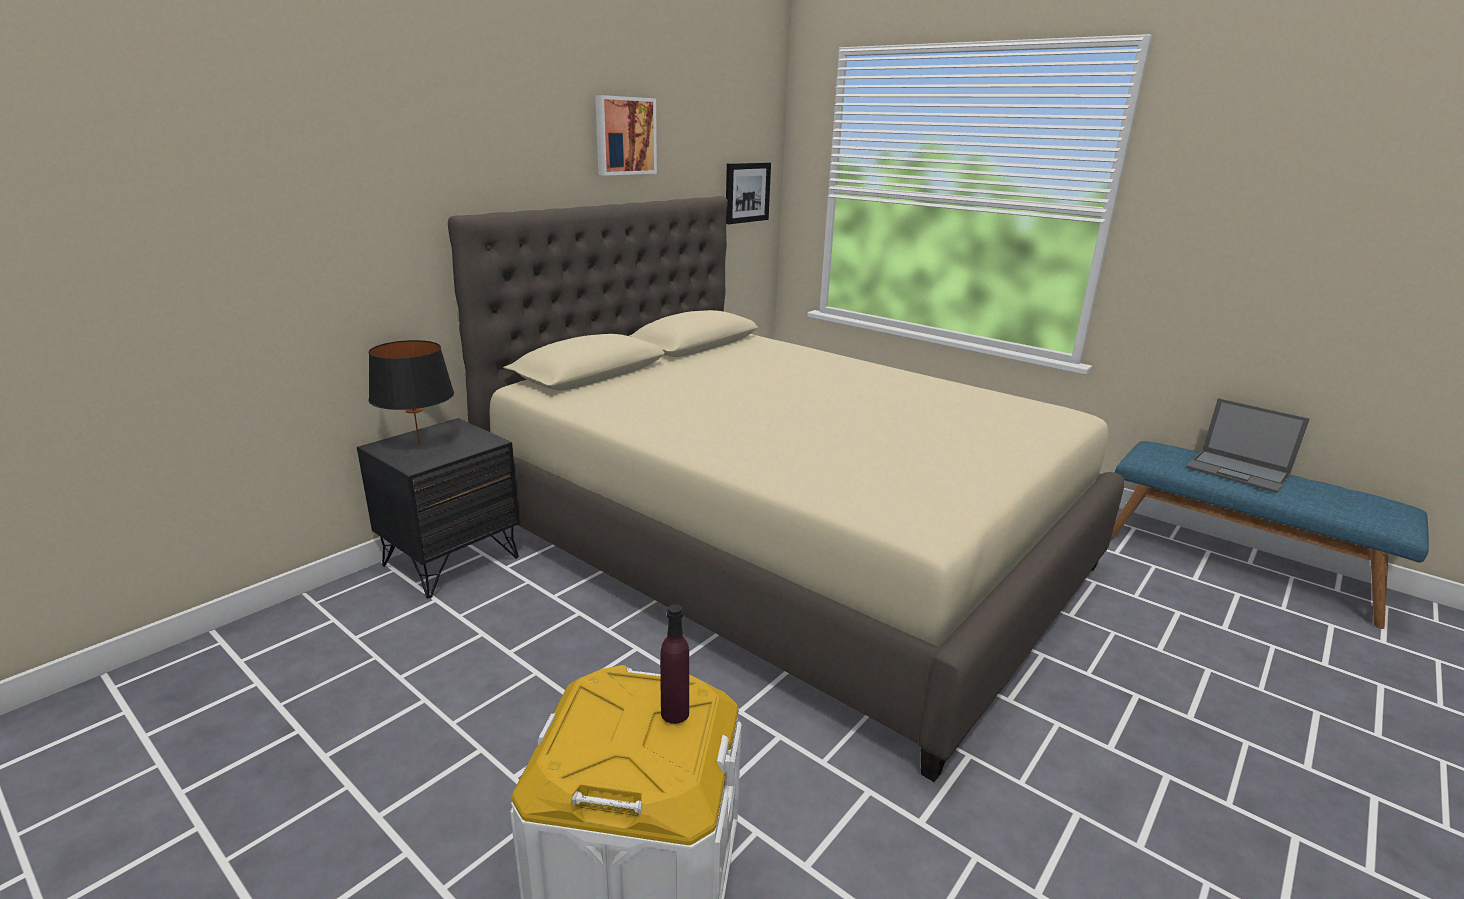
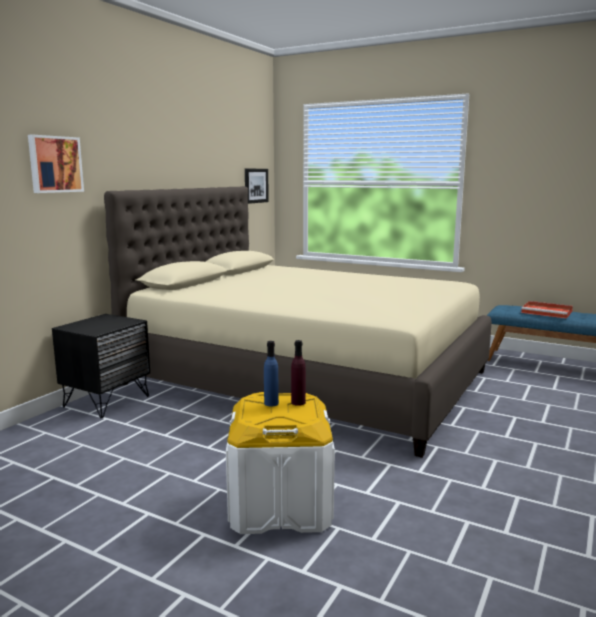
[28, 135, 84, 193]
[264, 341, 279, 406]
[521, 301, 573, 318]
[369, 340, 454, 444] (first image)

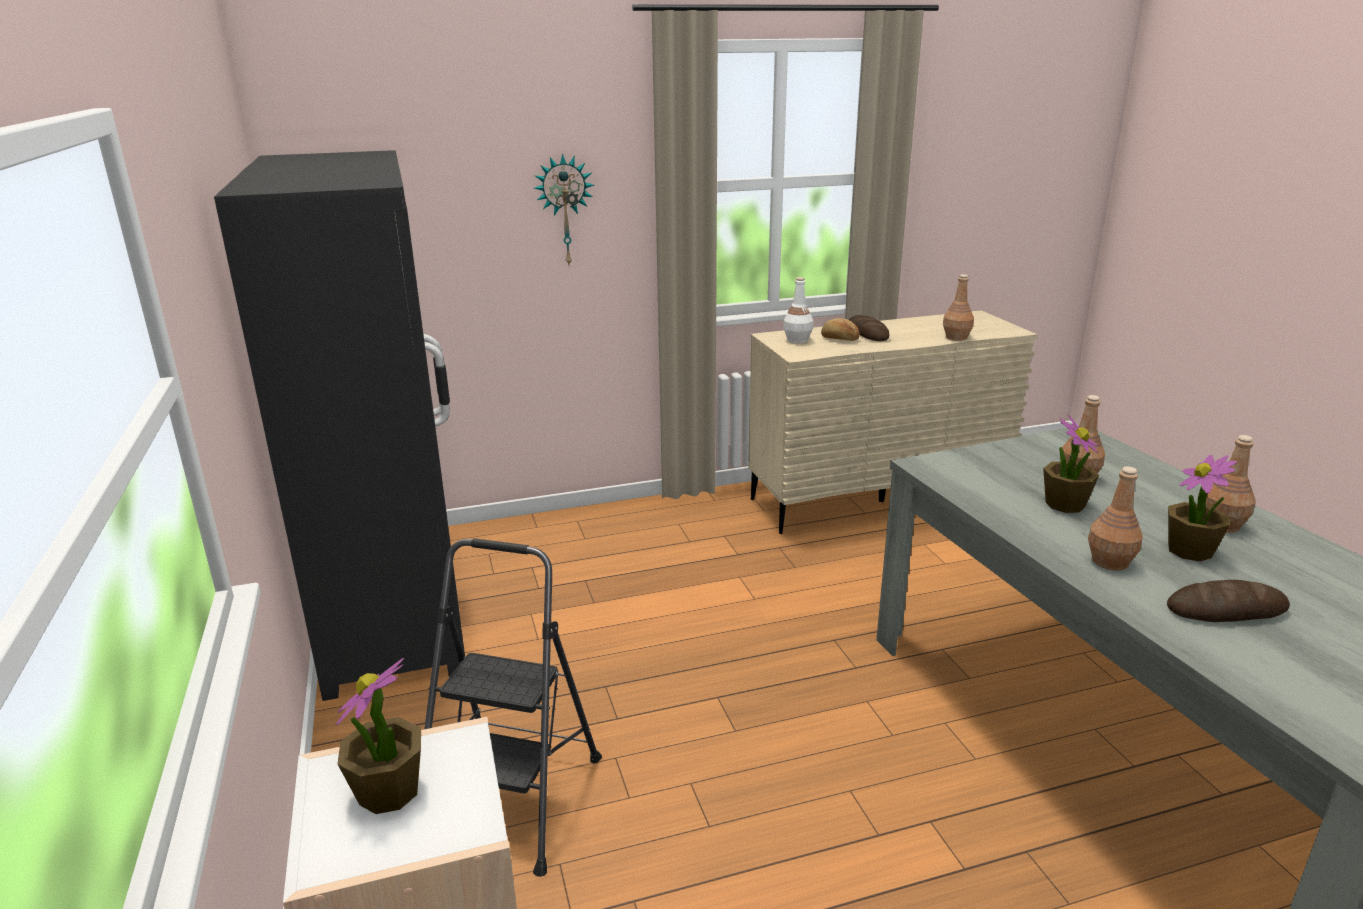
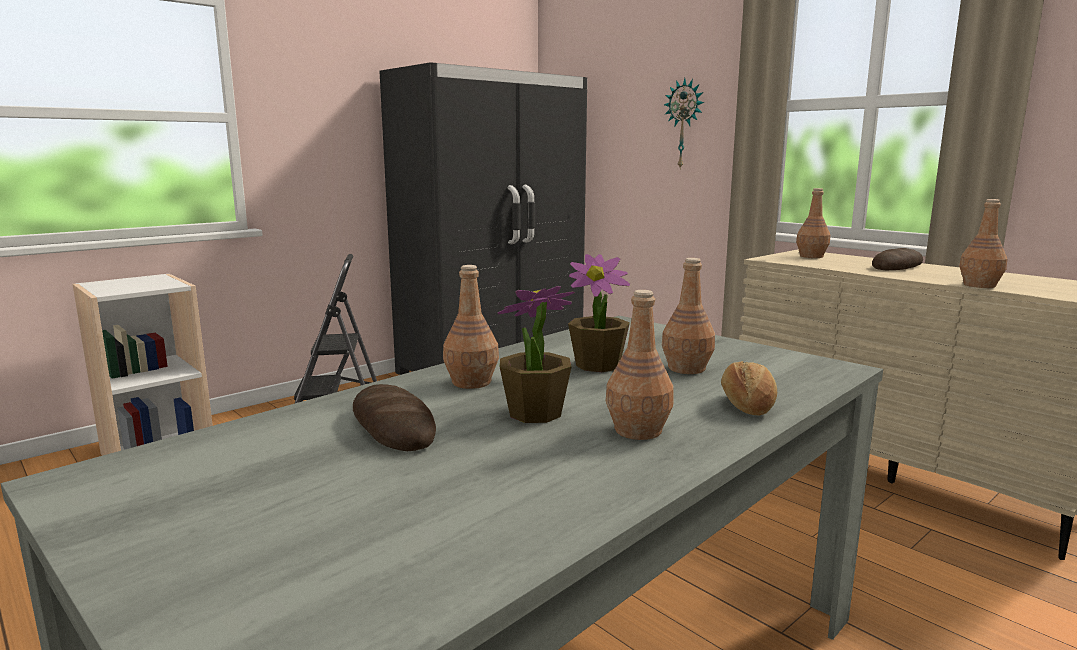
[721, 361, 777, 415]
[796, 188, 830, 258]
[336, 658, 421, 814] (first image)

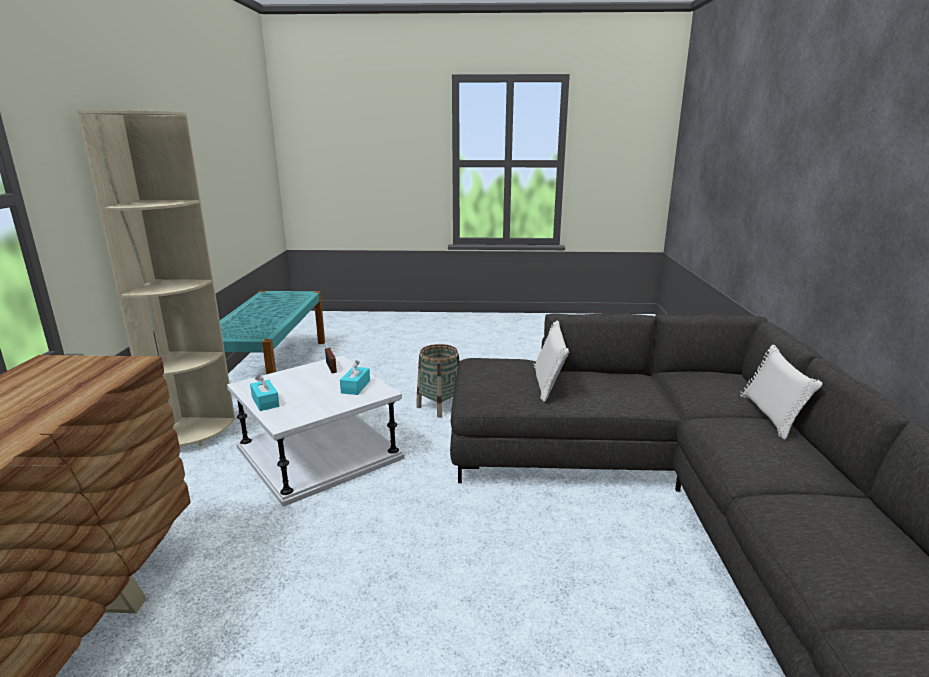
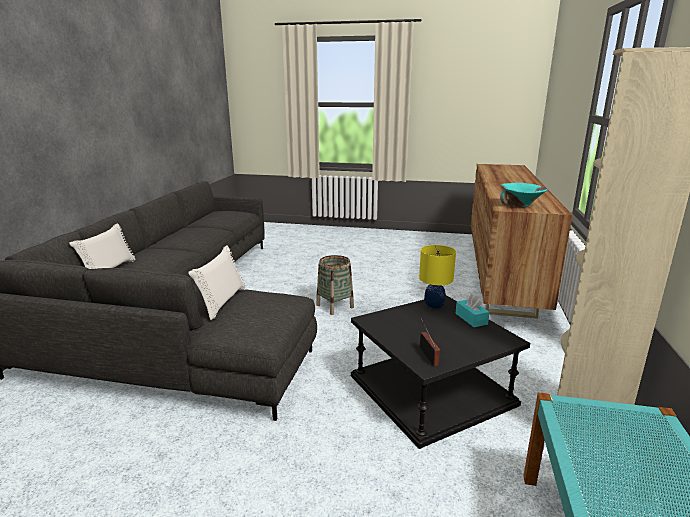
[316, 255, 354, 315]
[351, 295, 530, 449]
[419, 245, 456, 309]
[500, 183, 548, 207]
[340, 360, 370, 395] (first image)

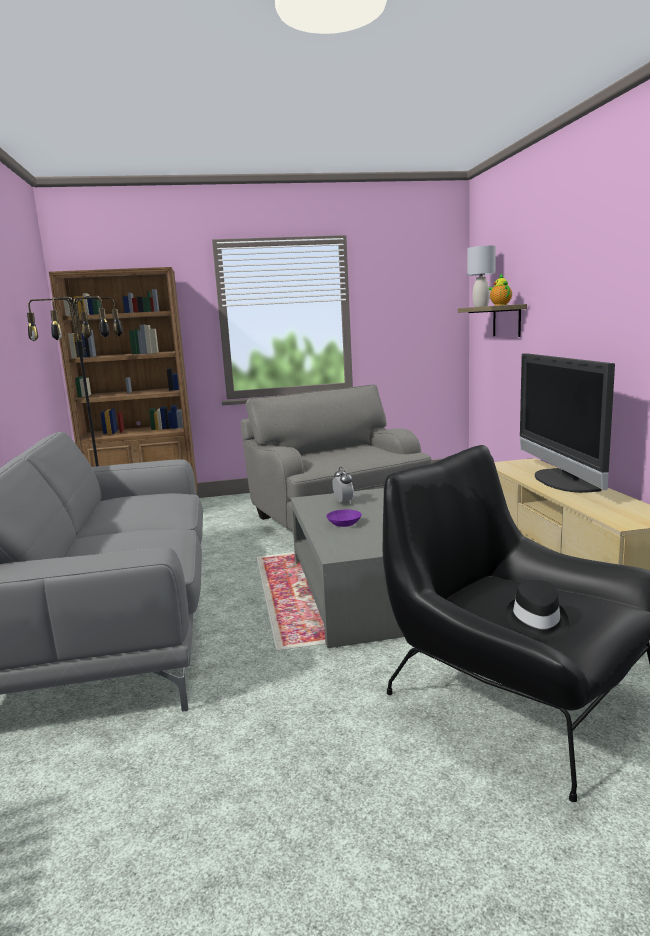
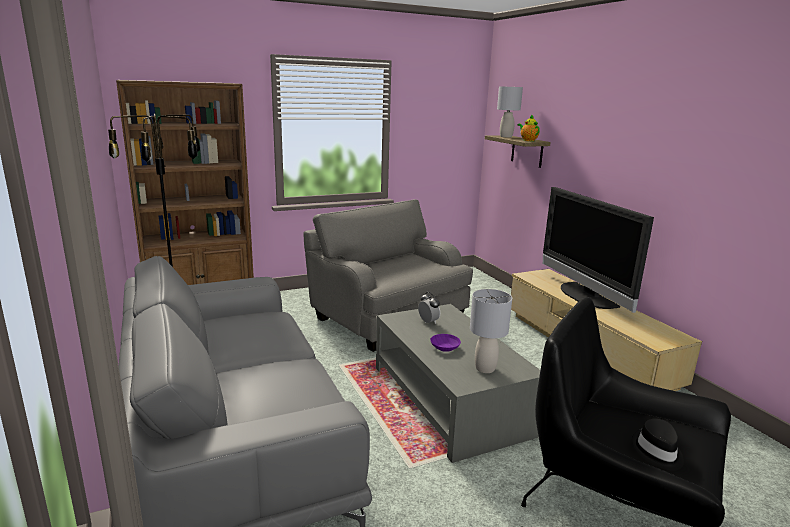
[470, 289, 512, 373]

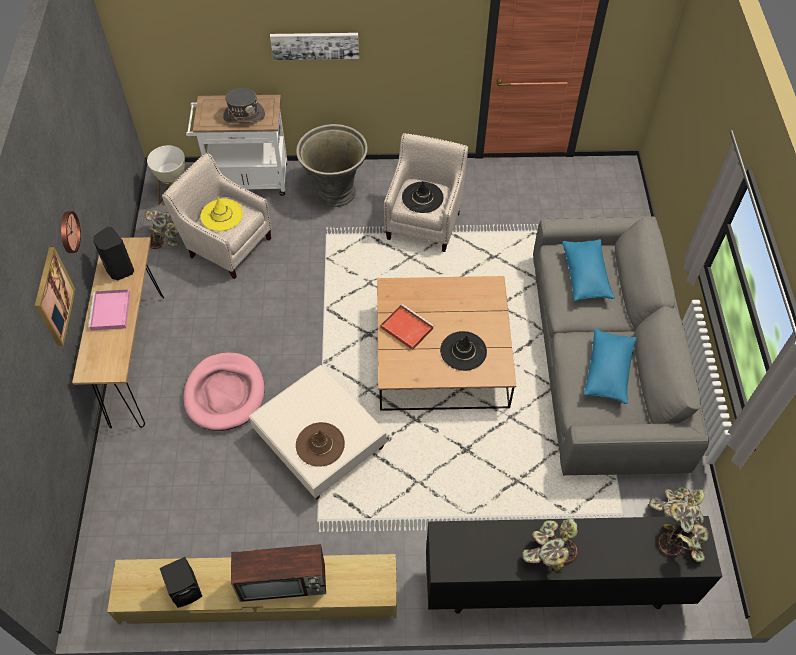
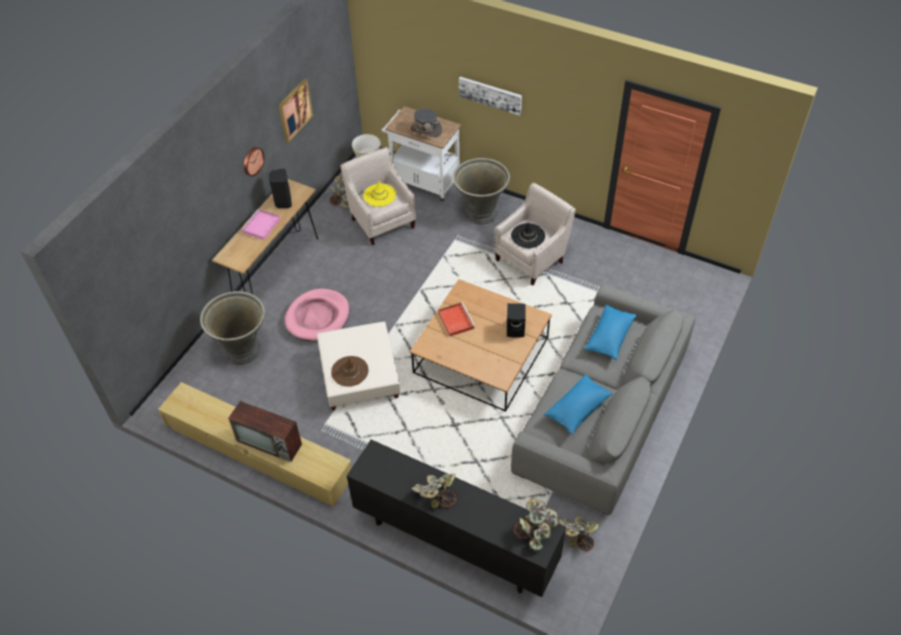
[200, 291, 265, 364]
[279, 79, 313, 143]
[507, 303, 526, 338]
[440, 331, 487, 371] (first image)

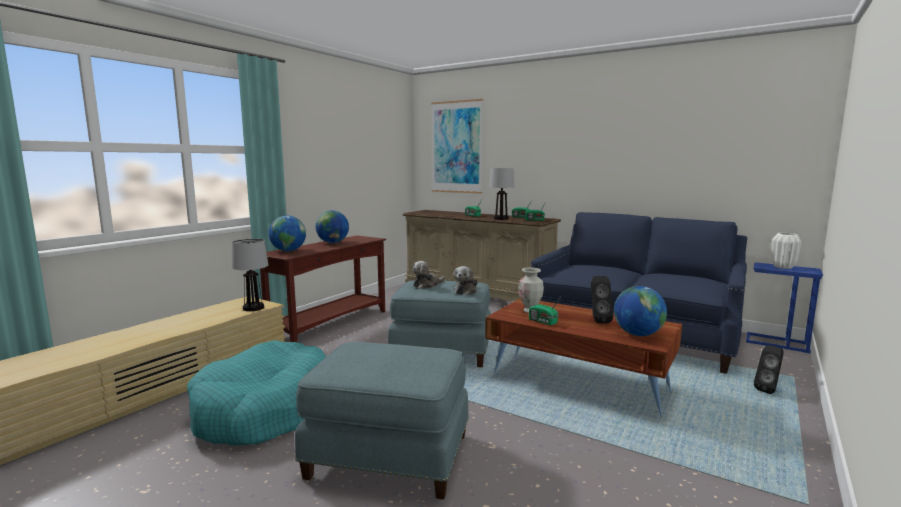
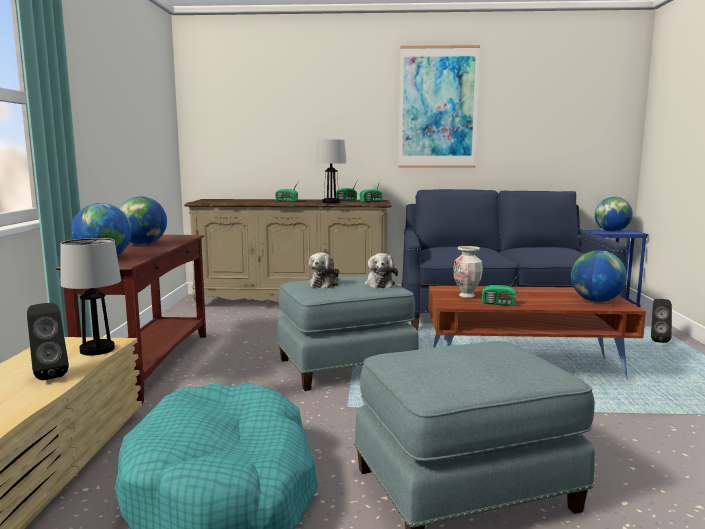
[27, 303, 69, 380]
[398, 45, 480, 168]
[595, 197, 633, 232]

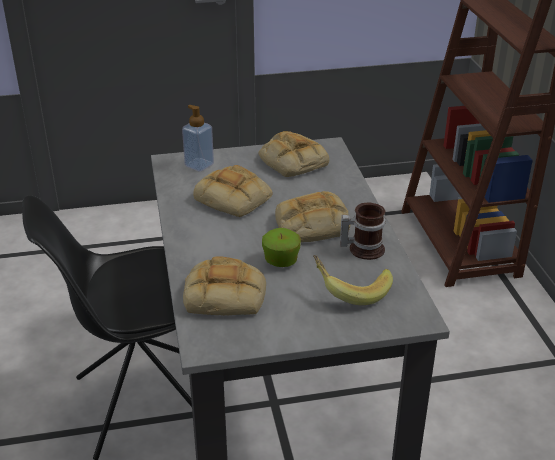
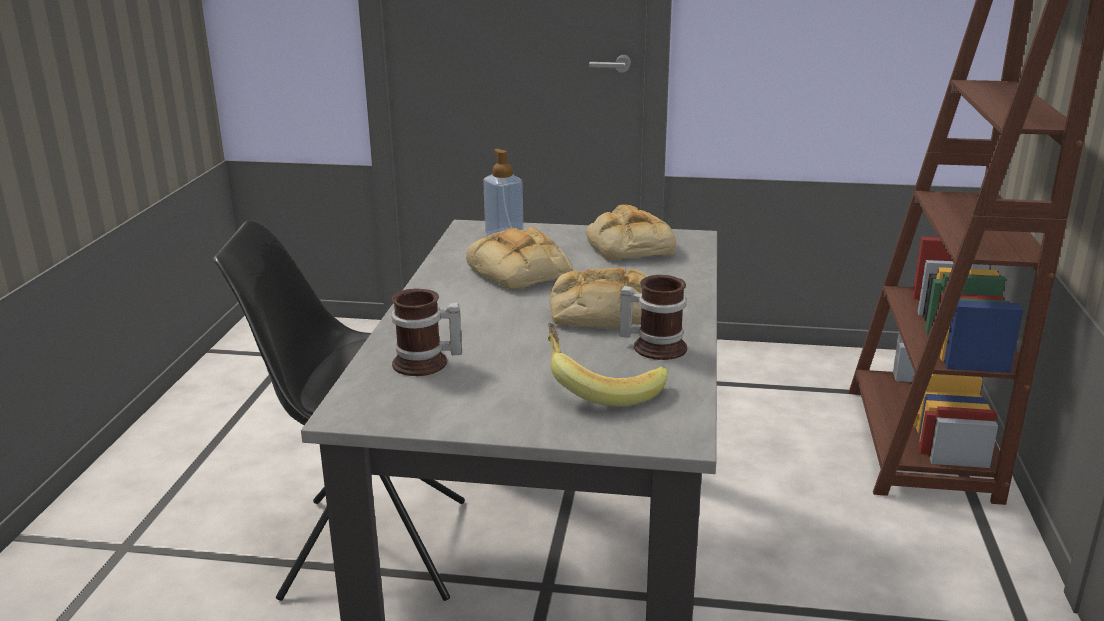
[391, 288, 462, 376]
[262, 228, 301, 267] (first image)

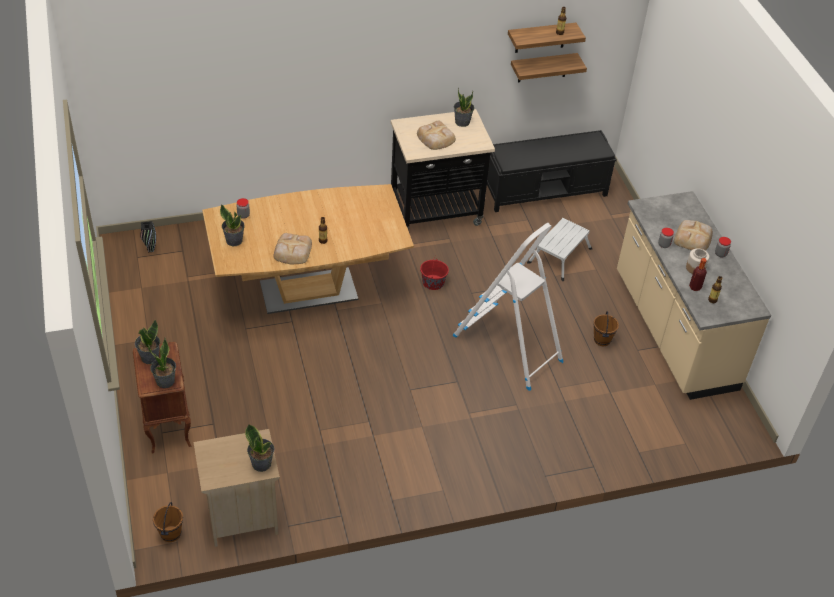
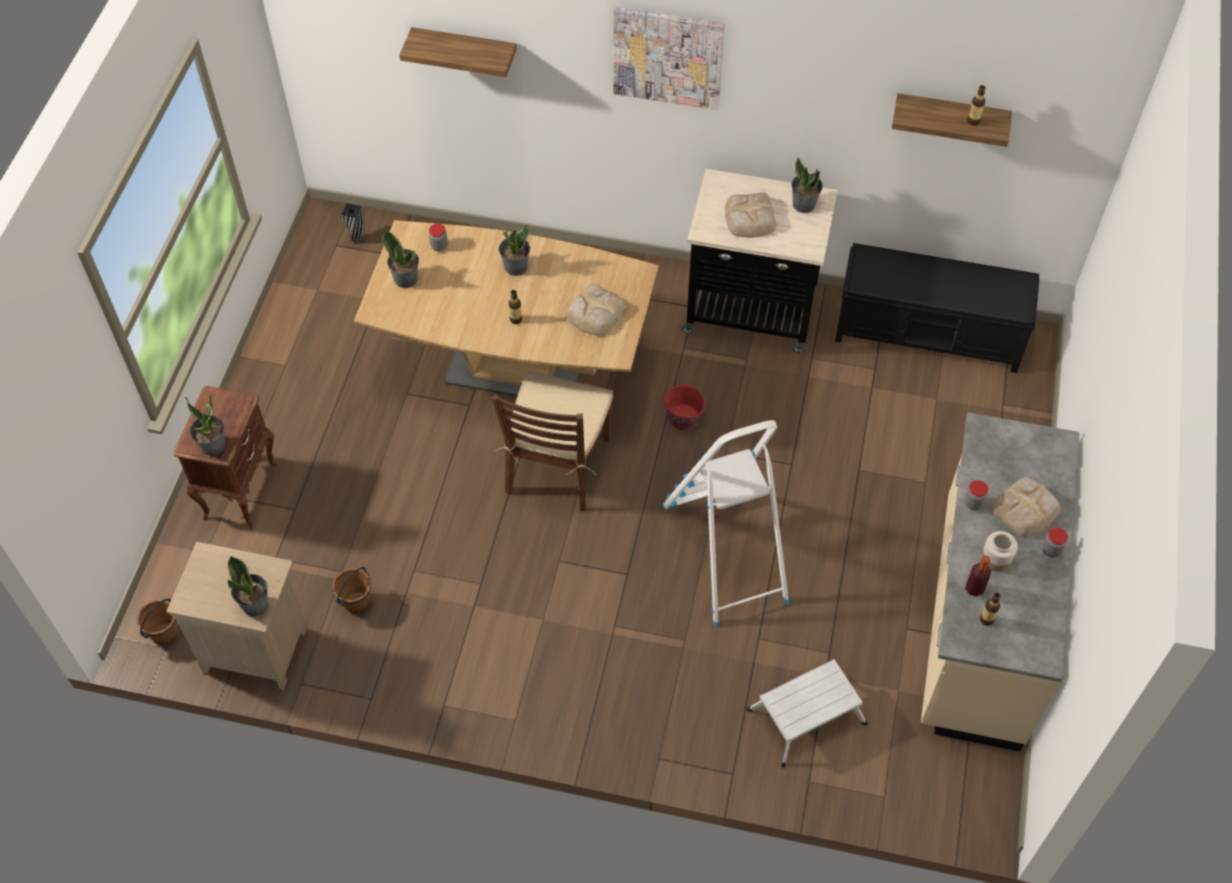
[333, 567, 371, 614]
[399, 27, 517, 77]
[492, 371, 613, 512]
[499, 224, 530, 276]
[566, 284, 627, 336]
[613, 7, 725, 110]
[746, 659, 868, 768]

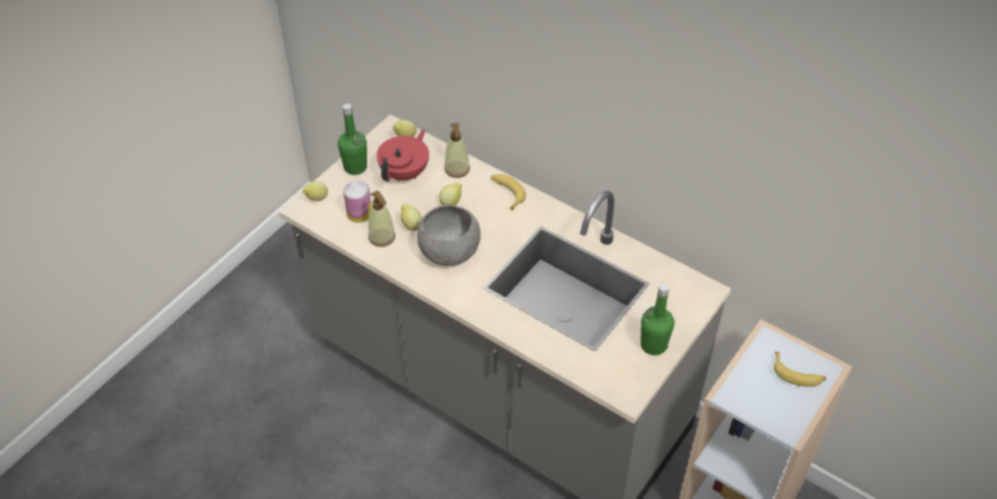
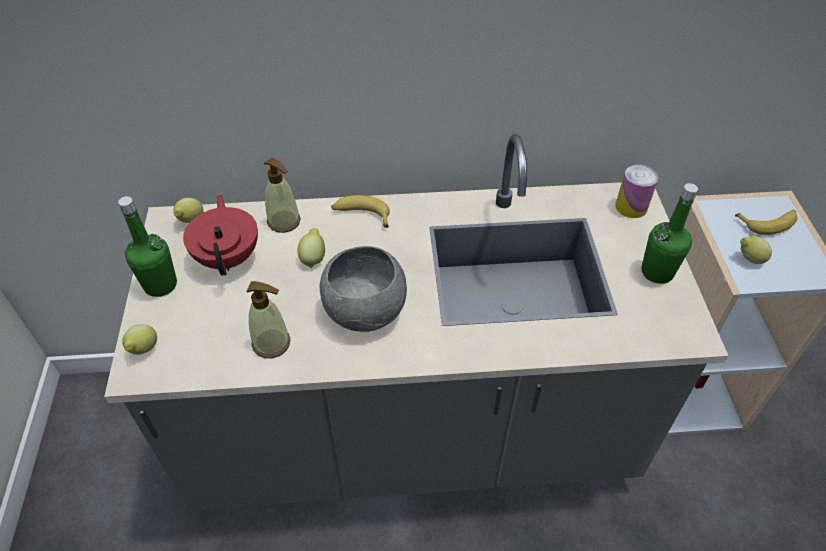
[615, 165, 658, 218]
[740, 236, 772, 264]

